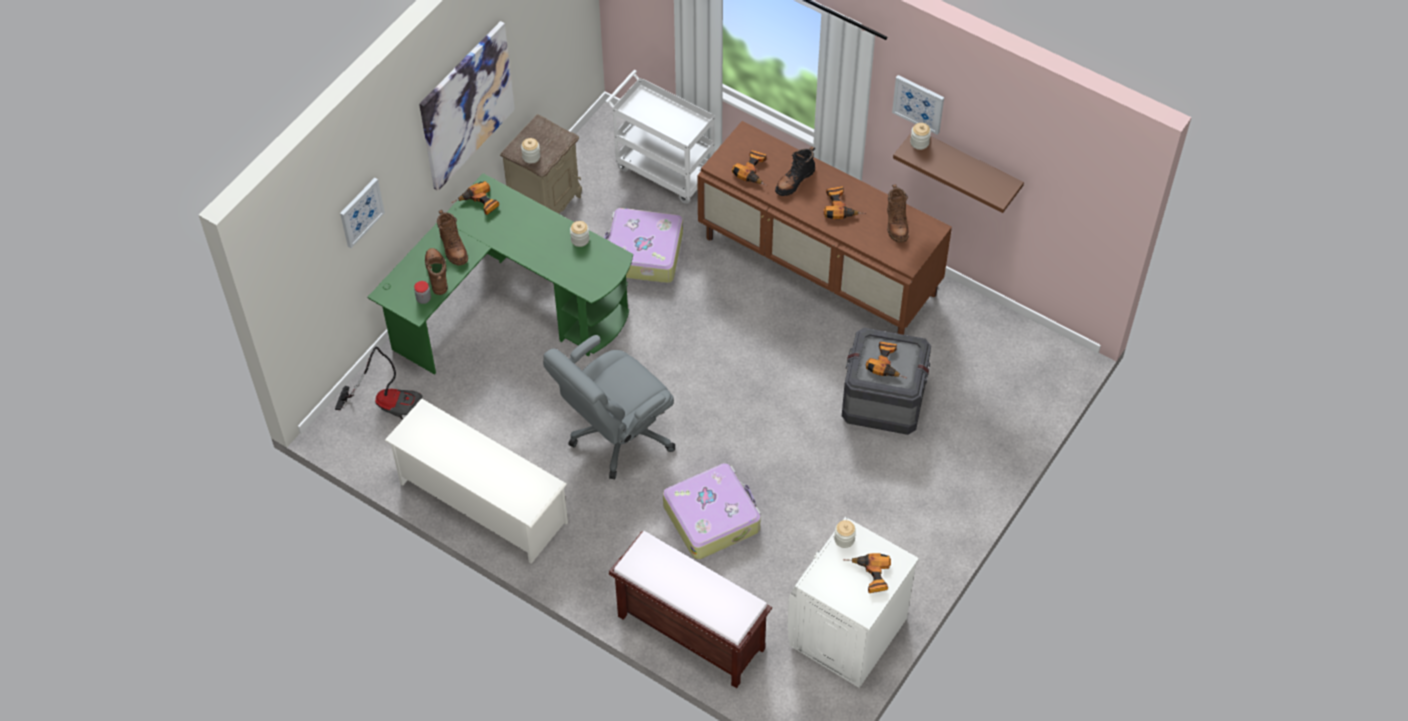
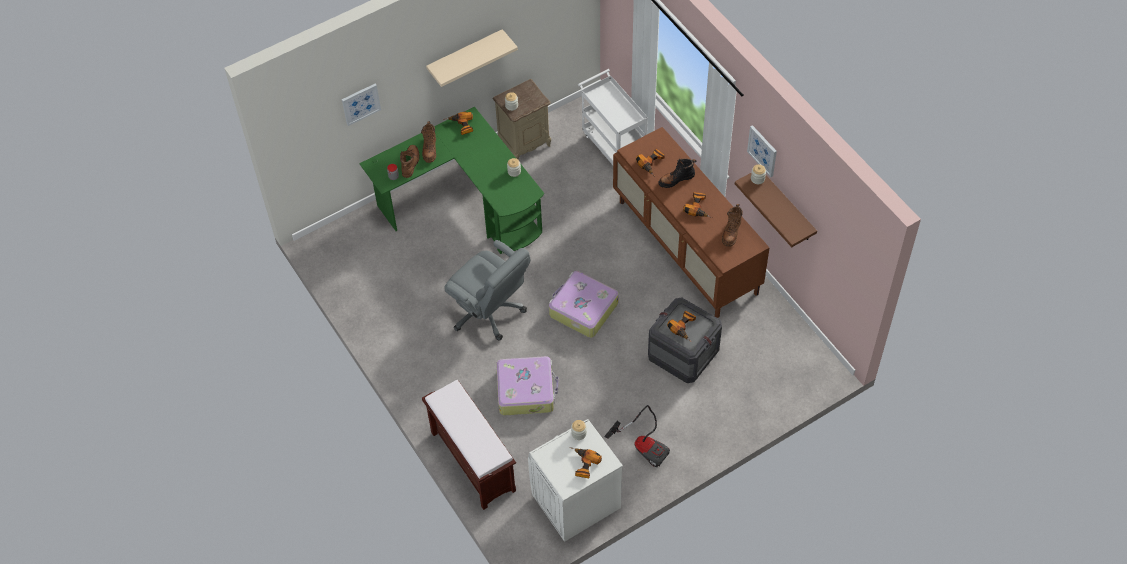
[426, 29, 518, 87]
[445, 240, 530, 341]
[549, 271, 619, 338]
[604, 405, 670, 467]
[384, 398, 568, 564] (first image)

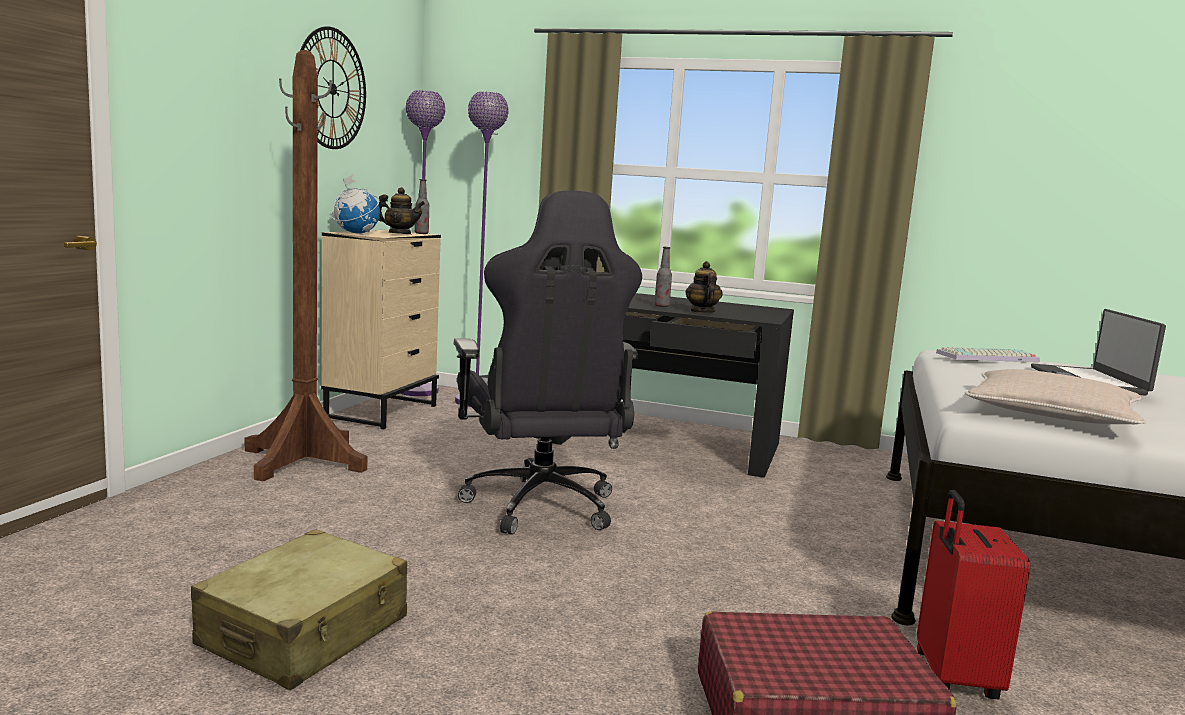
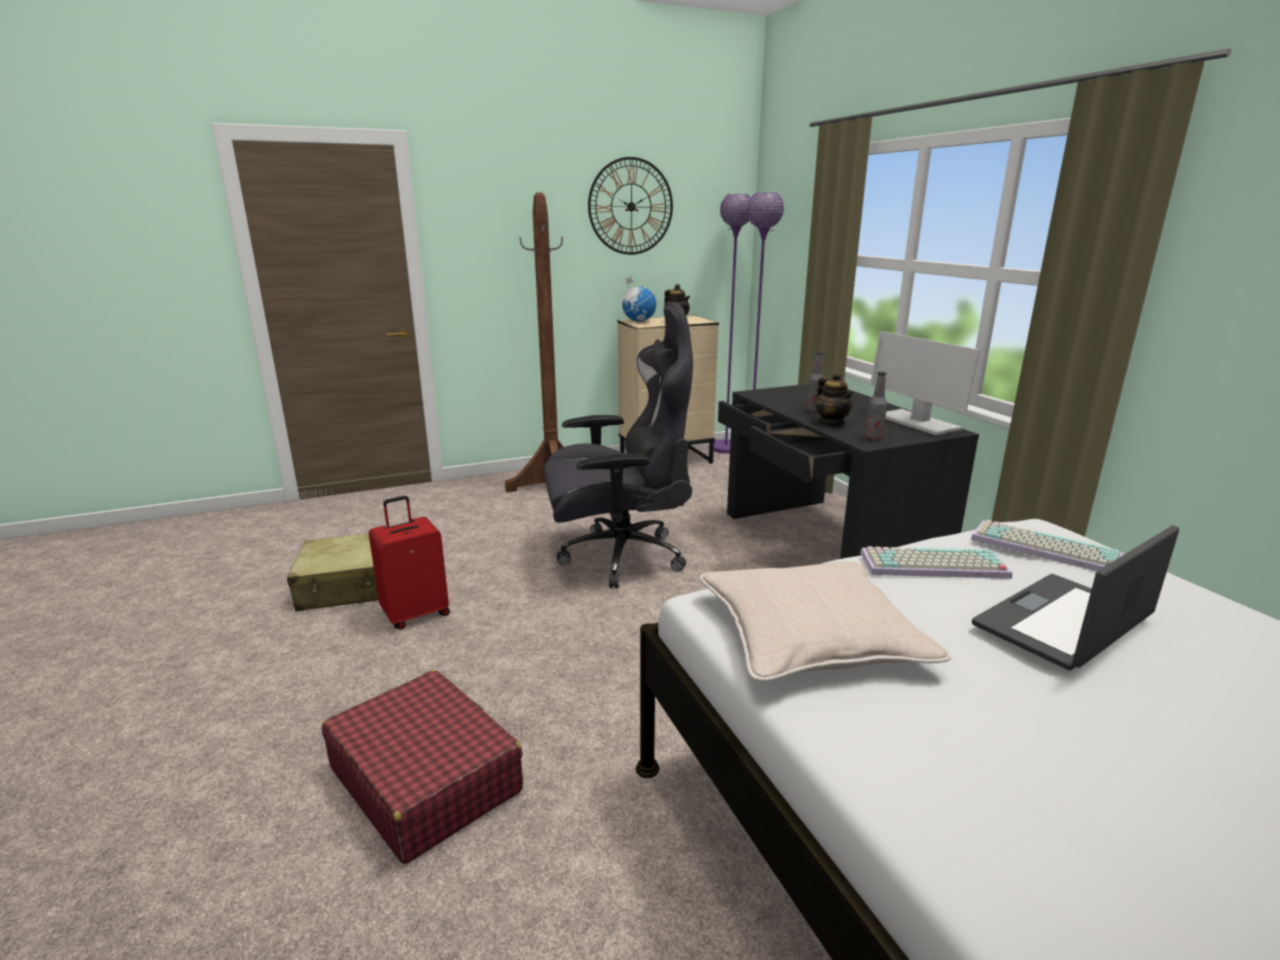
[368, 496, 450, 630]
[544, 303, 693, 588]
[815, 372, 853, 426]
[860, 547, 1012, 579]
[865, 372, 887, 440]
[870, 331, 981, 435]

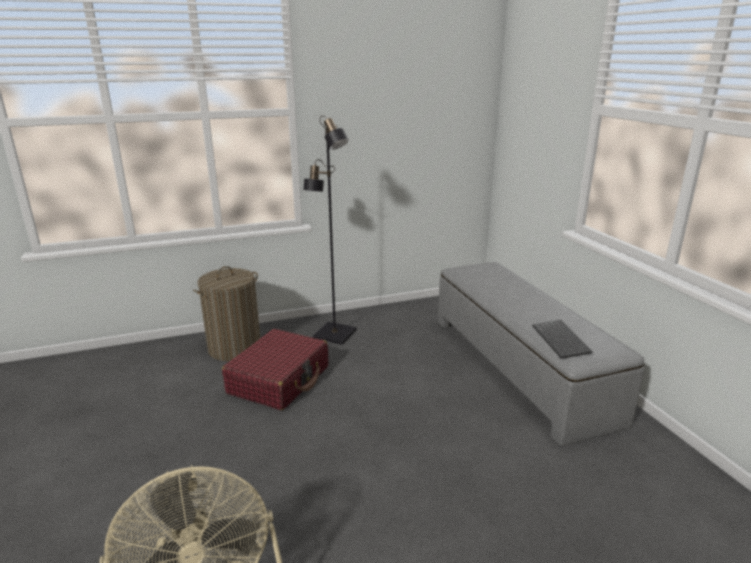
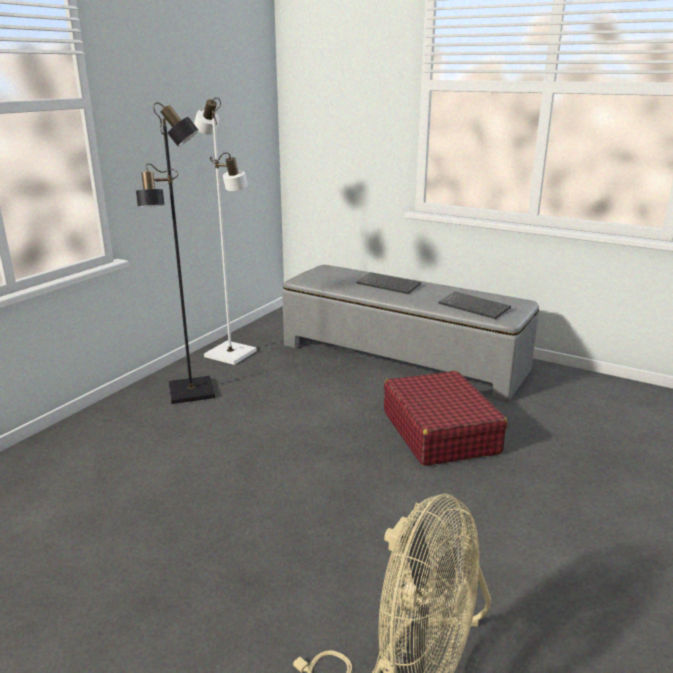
[194, 97, 257, 365]
[357, 272, 421, 294]
[384, 371, 508, 466]
[193, 266, 260, 361] (first image)

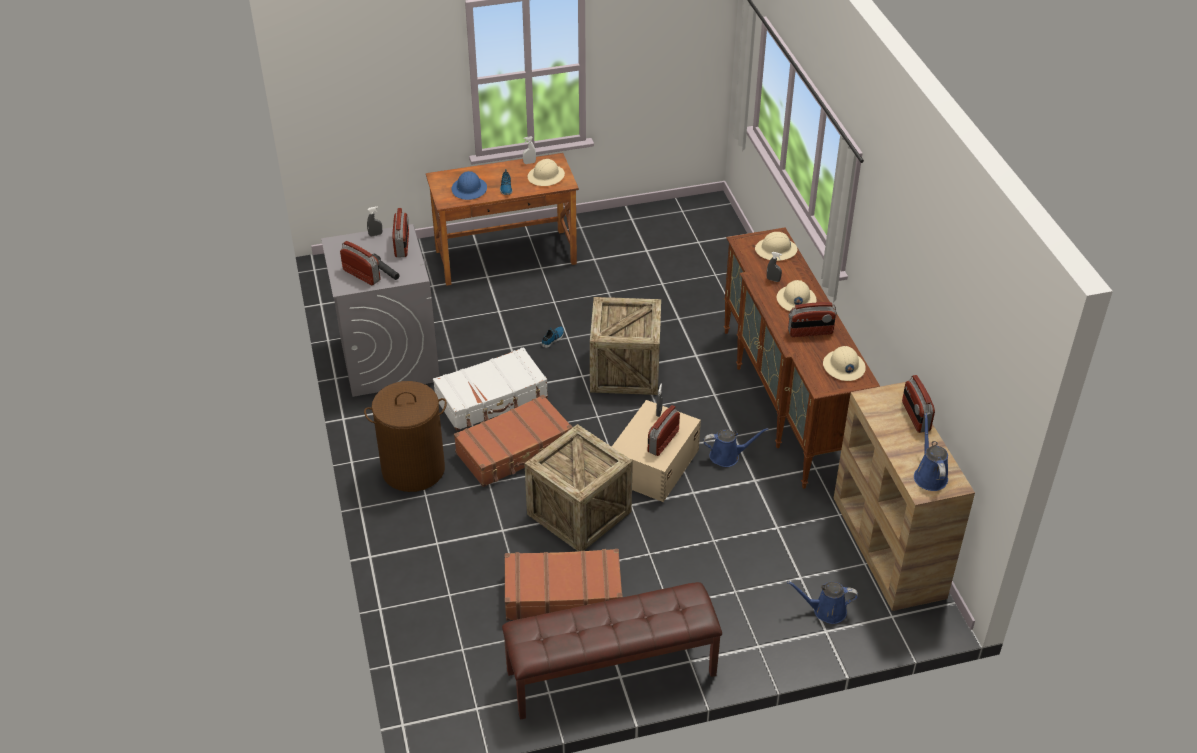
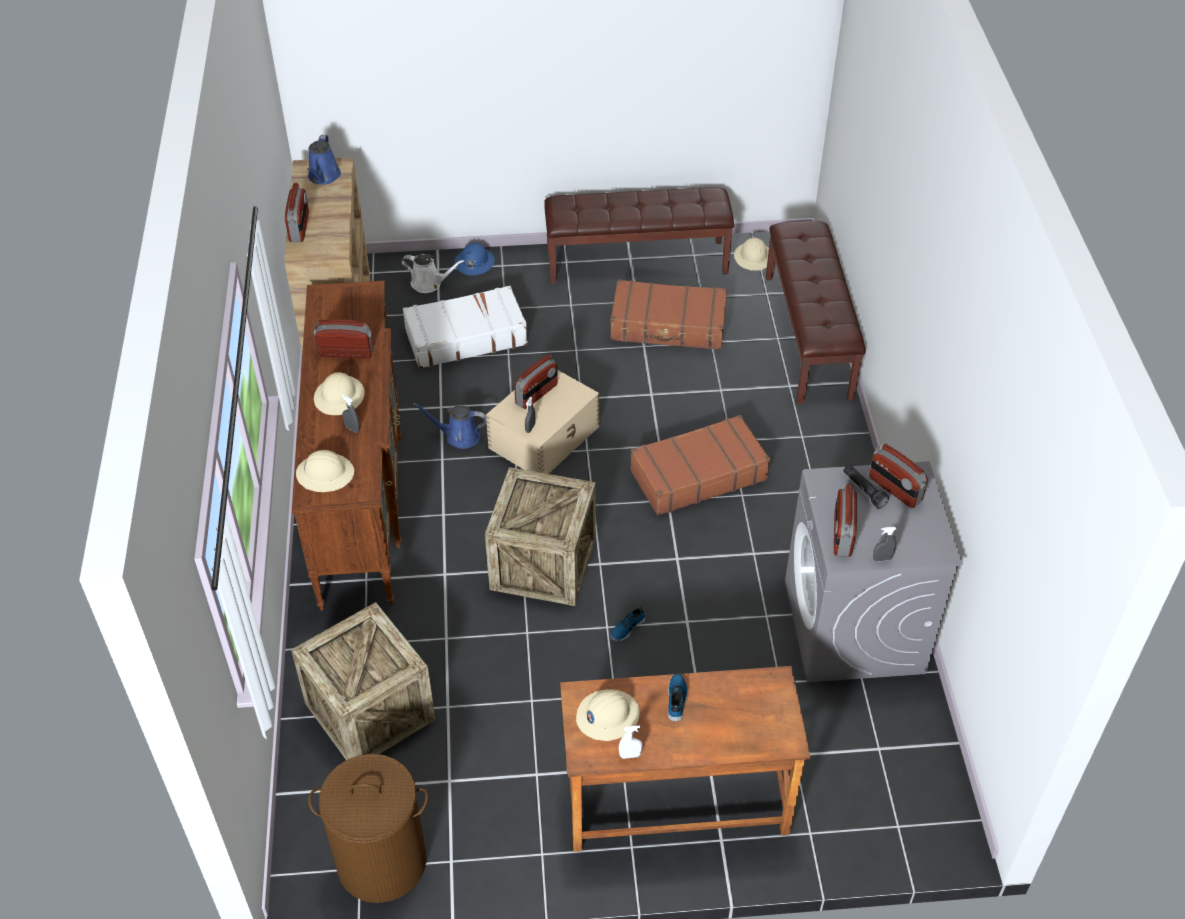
[291, 602, 435, 760]
[308, 754, 428, 903]
[401, 254, 465, 293]
[403, 285, 528, 369]
[455, 243, 495, 275]
[734, 238, 769, 271]
[766, 221, 866, 404]

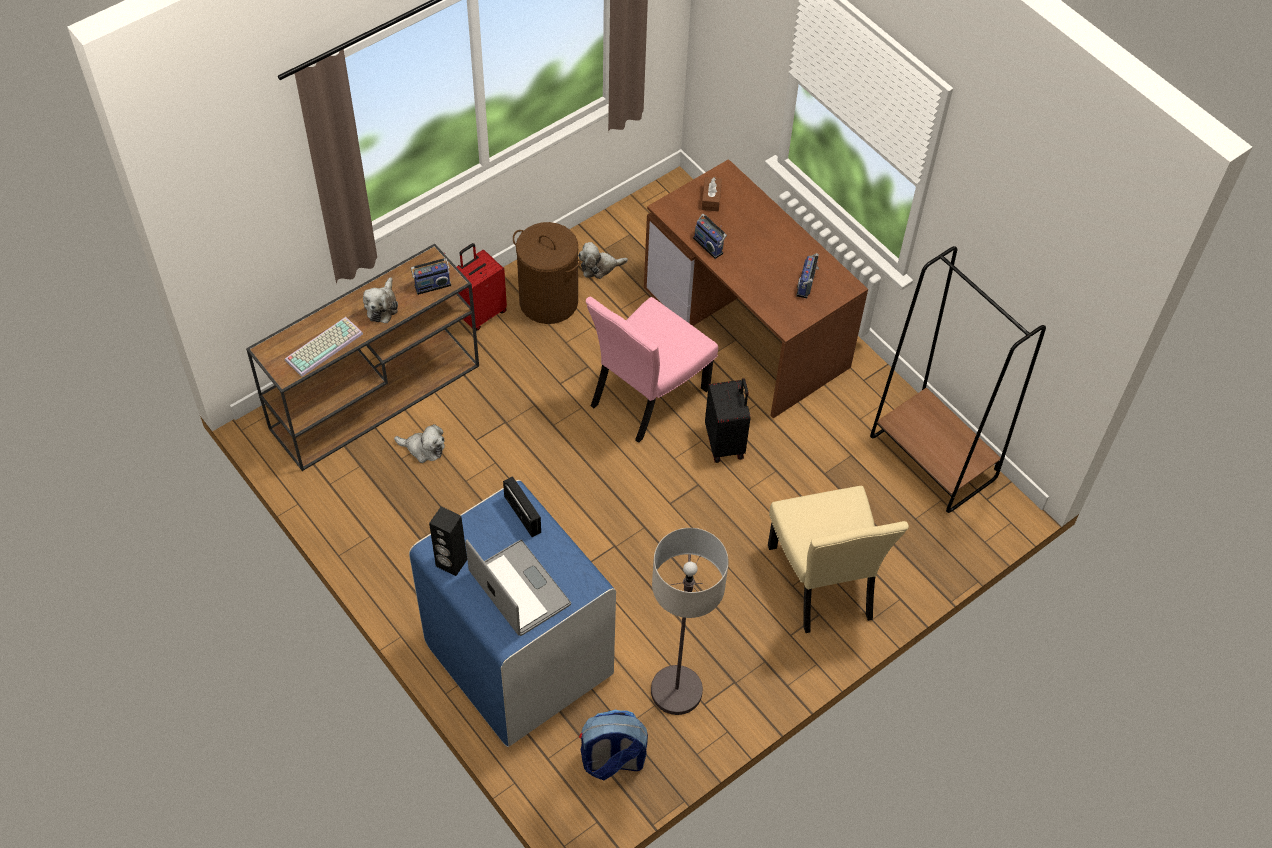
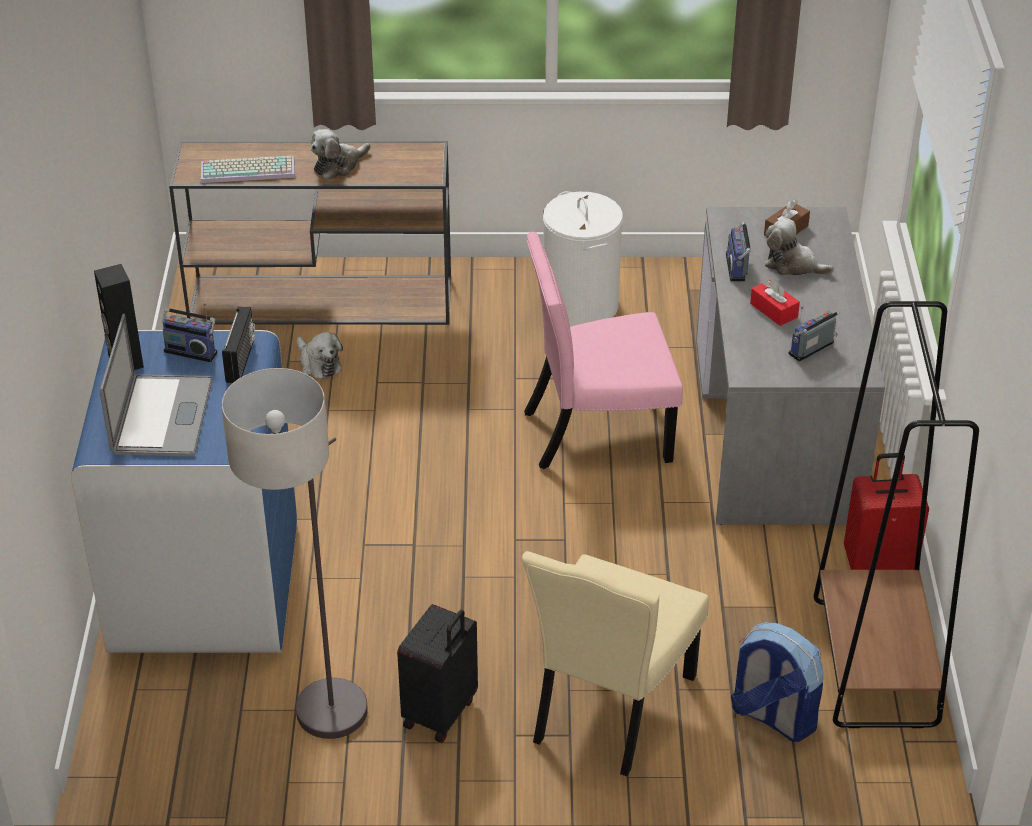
[162, 303, 218, 362]
[397, 604, 478, 743]
[543, 191, 623, 327]
[696, 207, 885, 525]
[731, 622, 823, 742]
[750, 280, 800, 326]
[765, 218, 834, 276]
[844, 453, 929, 570]

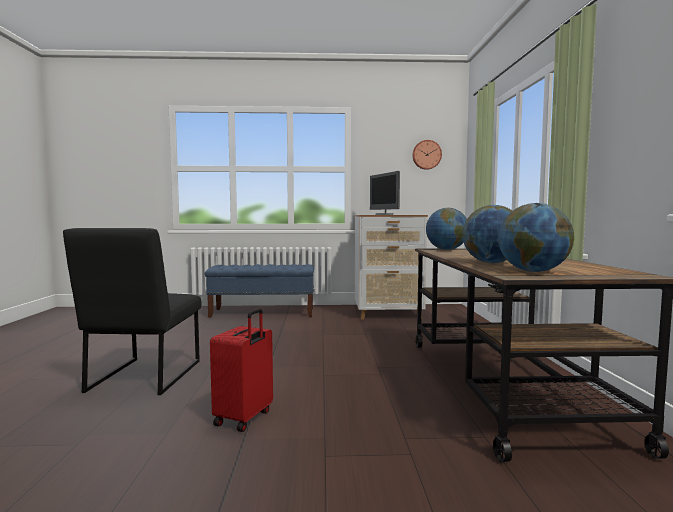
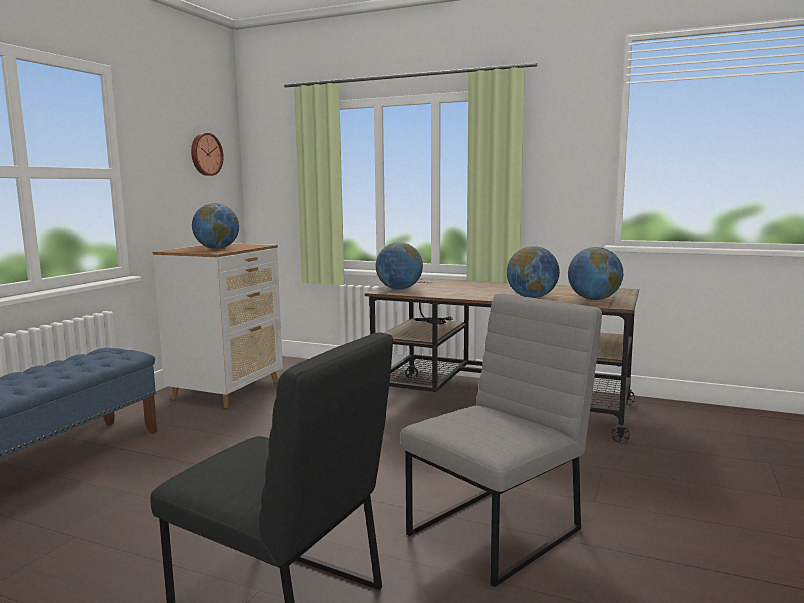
[192, 203, 239, 249]
[400, 294, 602, 587]

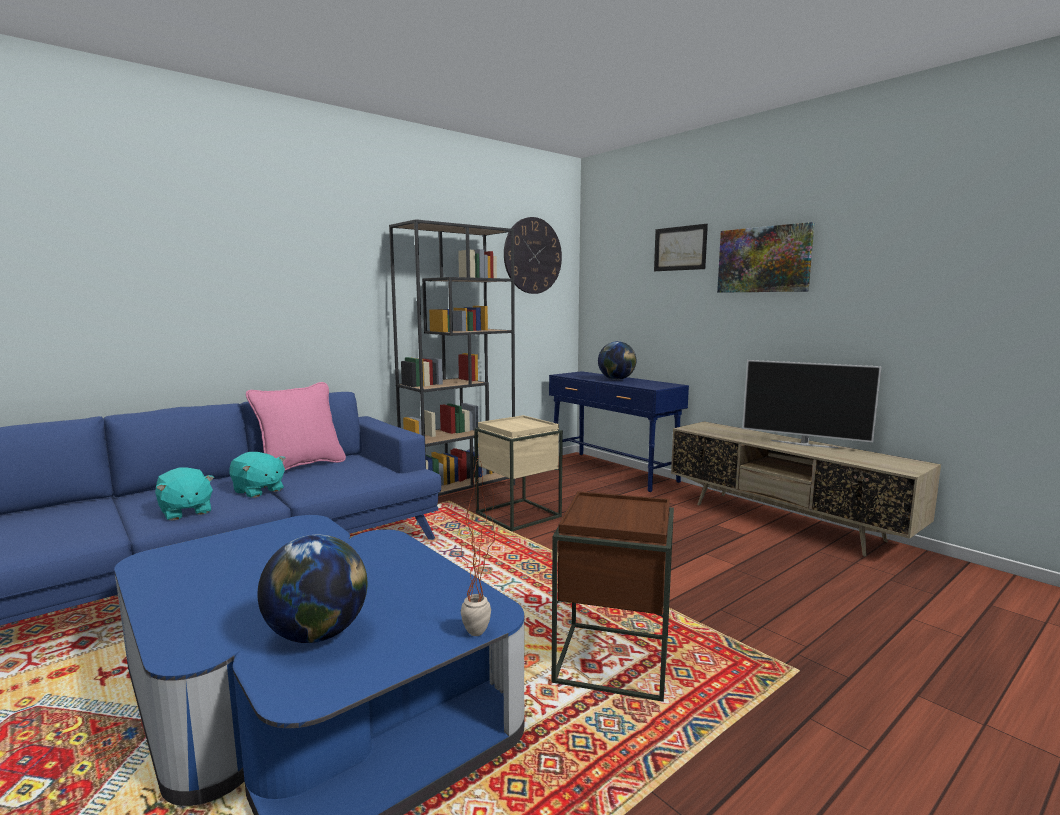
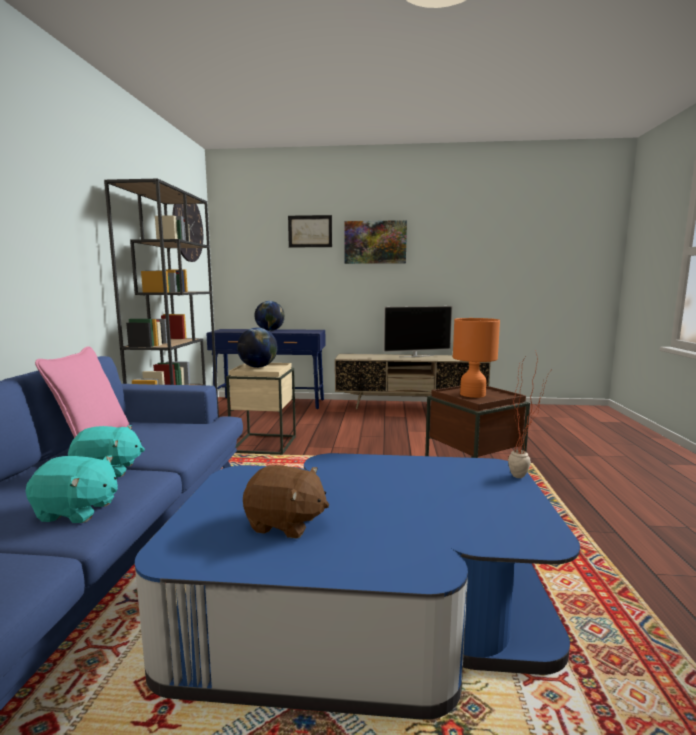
[237, 328, 278, 368]
[243, 465, 329, 538]
[453, 318, 500, 398]

